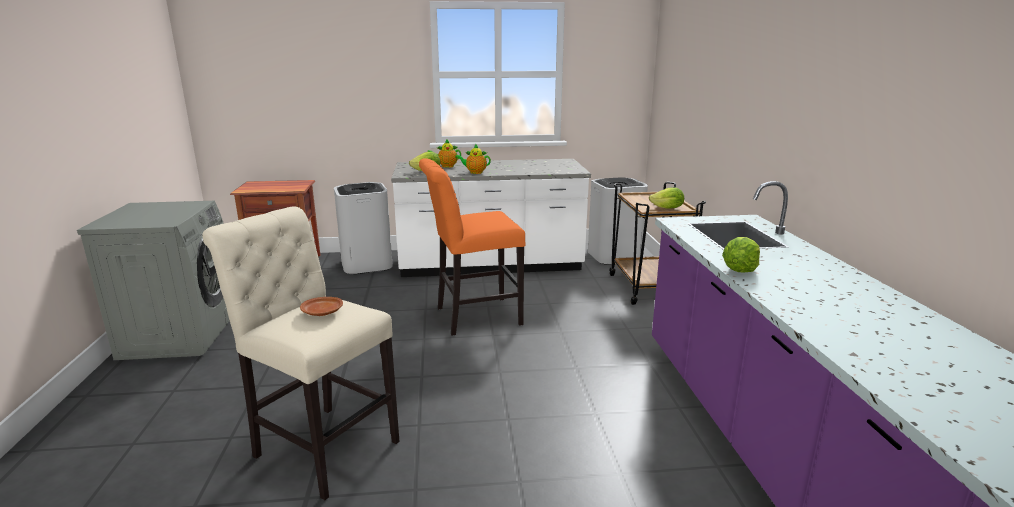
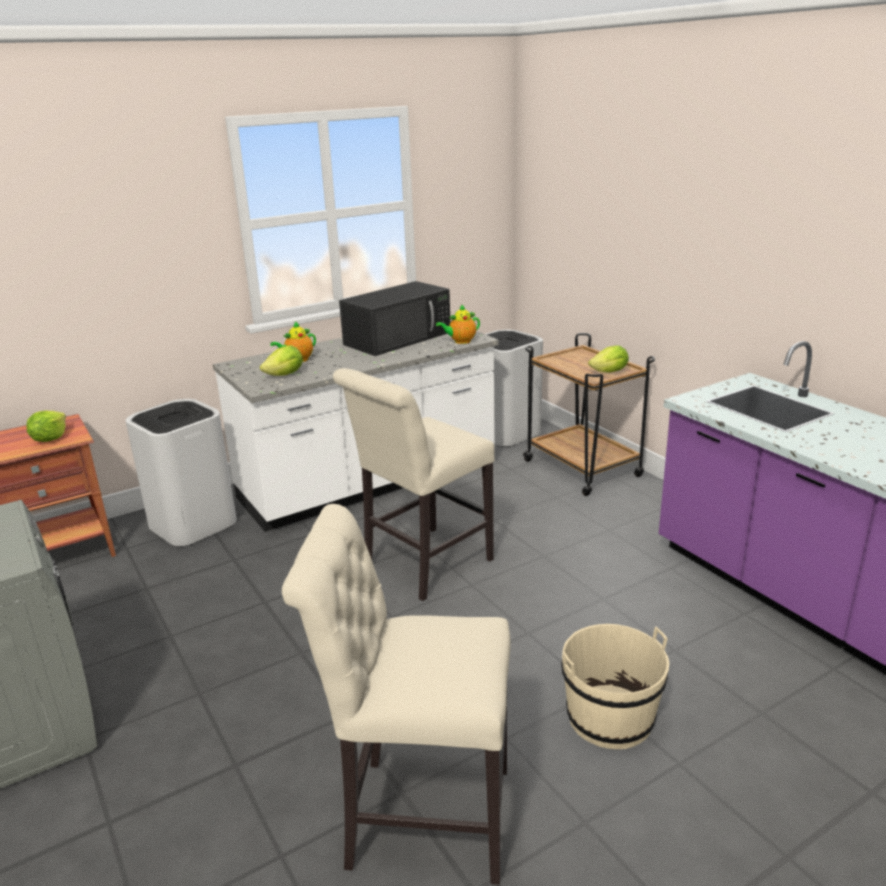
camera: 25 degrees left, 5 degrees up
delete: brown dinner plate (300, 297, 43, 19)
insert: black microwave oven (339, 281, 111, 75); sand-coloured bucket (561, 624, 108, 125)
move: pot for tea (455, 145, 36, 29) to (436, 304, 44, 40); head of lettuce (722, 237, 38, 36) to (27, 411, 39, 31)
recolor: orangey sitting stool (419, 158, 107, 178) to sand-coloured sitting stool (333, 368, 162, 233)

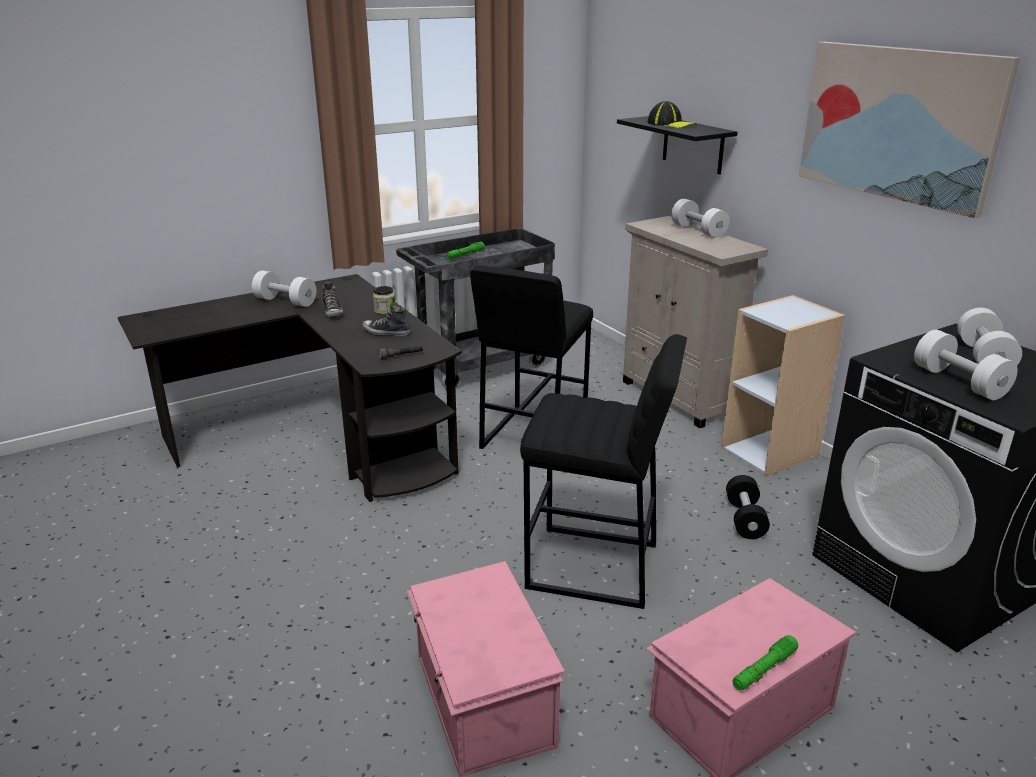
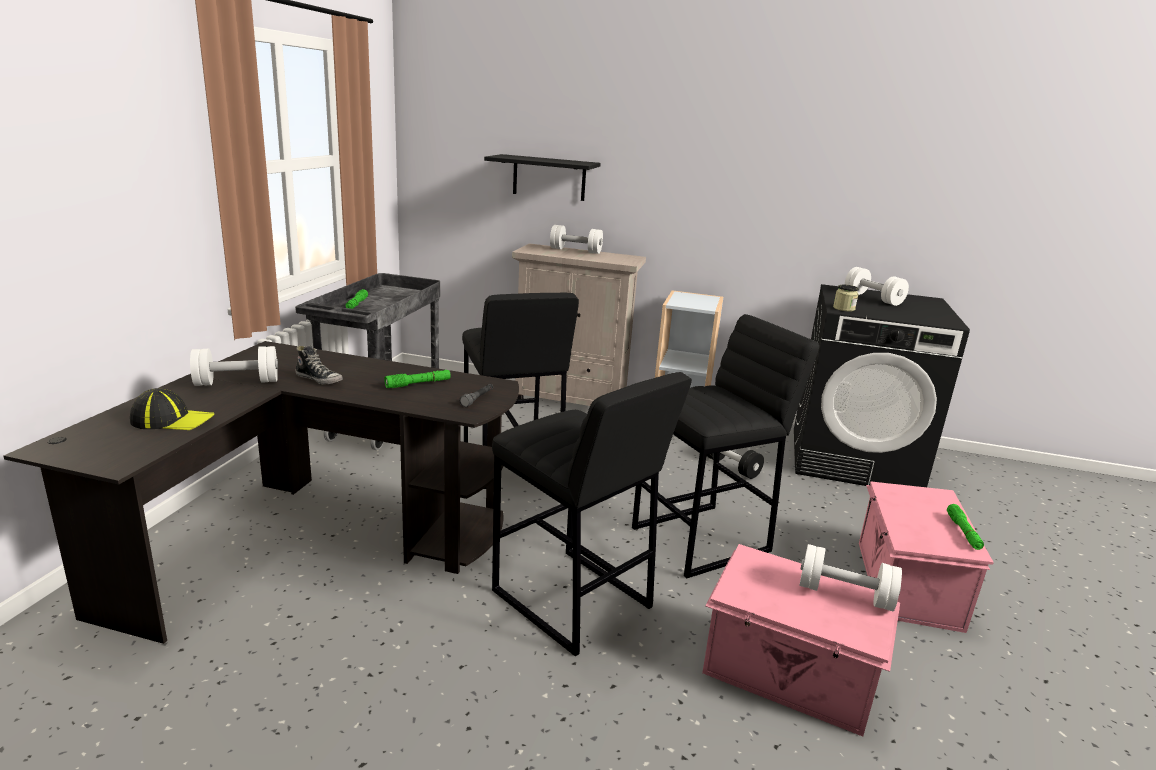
camera: 45 degrees left, 5 degrees down
delete: wall art (799, 42, 221, 176)
insert: black sitting stool (492, 372, 200, 284)
move: storage jar (373, 286, 22, 29) to (833, 285, 26, 26); cap (648, 101, 49, 27) to (130, 388, 85, 42); whitish free weight (914, 330, 104, 70) to (799, 544, 103, 67)
replace: shoe (362, 304, 48, 32) to green-coloured flashlight (384, 370, 67, 18)

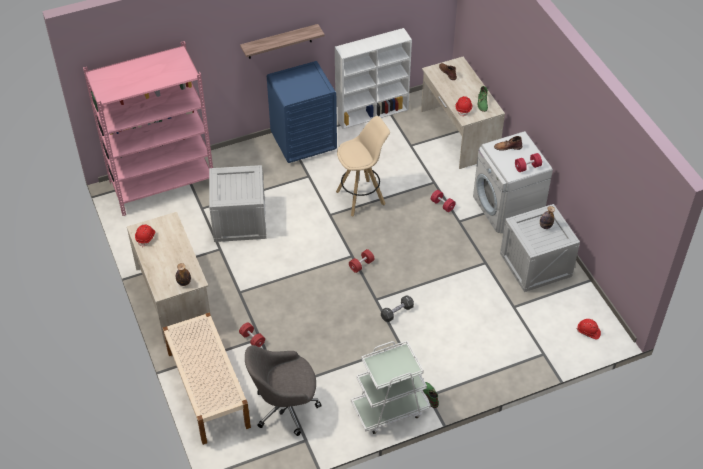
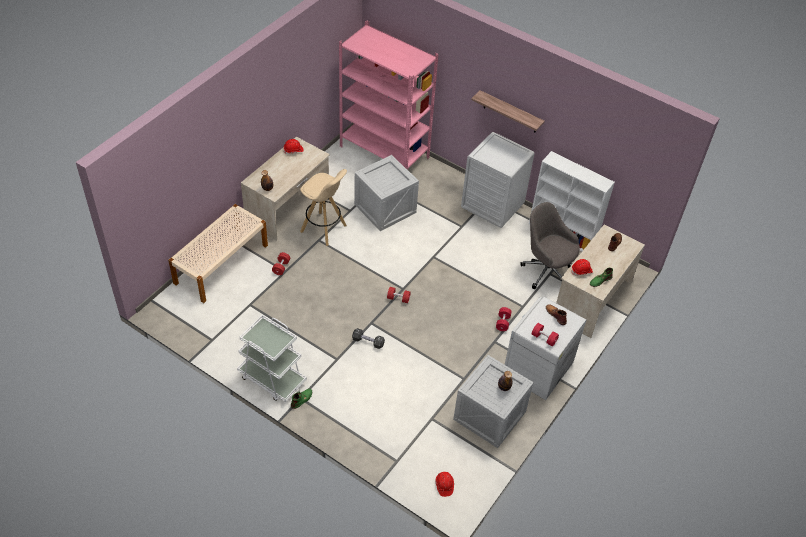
camera: 55 degrees right, 0 degrees up
move: gray office chair (245, 345, 77, 91) to (520, 202, 60, 87); sand-coloured sitting stool (336, 116, 54, 101) to (300, 169, 47, 77)
recolor: bluish chest of drawers (267, 61, 70, 102) to gray chest of drawers (461, 132, 73, 96)

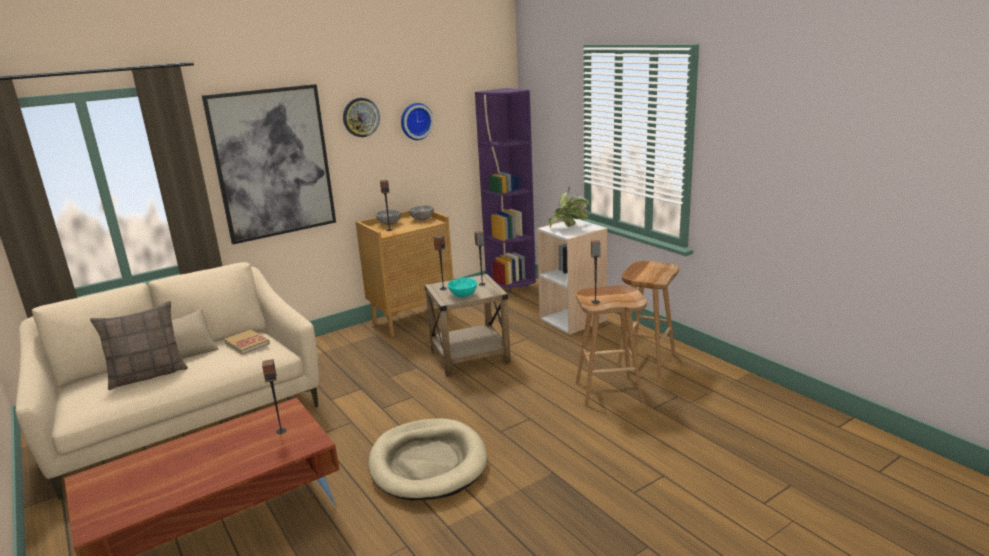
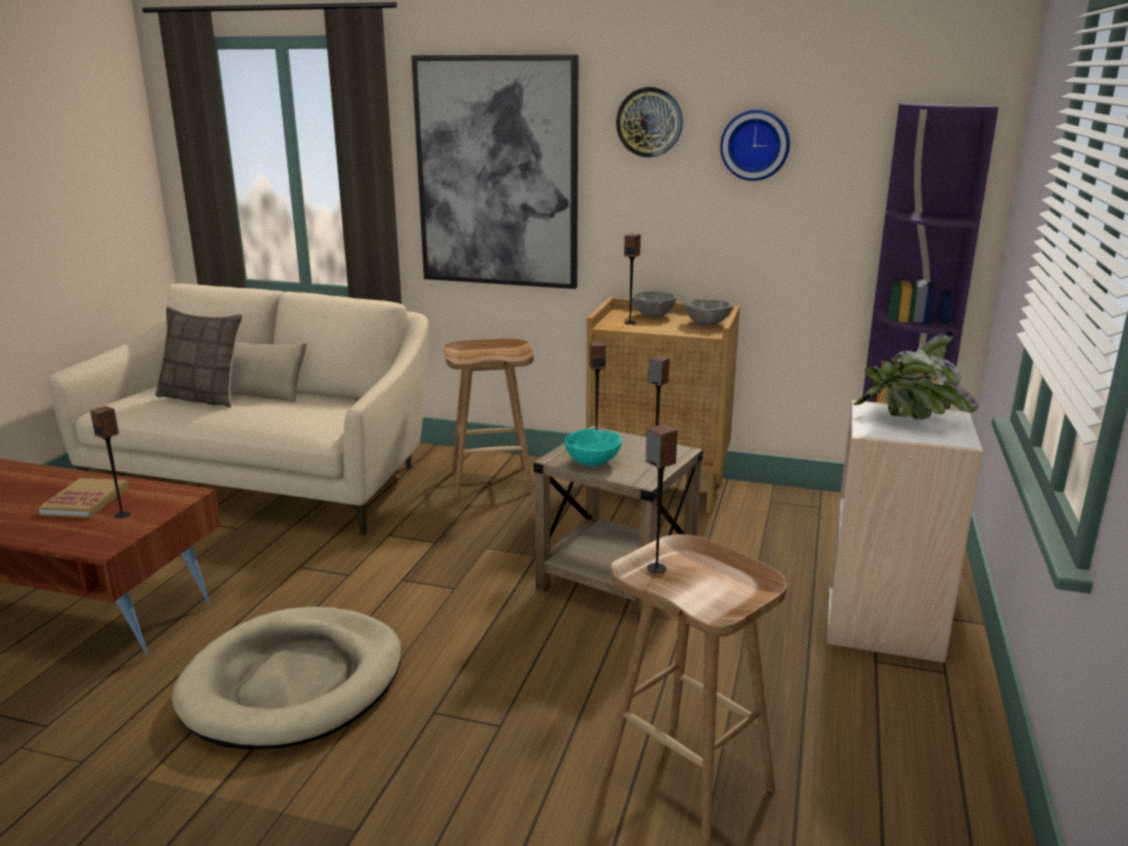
camera: 50 degrees right, 0 degrees up
move: book (224, 329, 46, 26) to (38, 478, 91, 40); brown sitting stool (617, 261, 62, 117) to (444, 339, 90, 160)

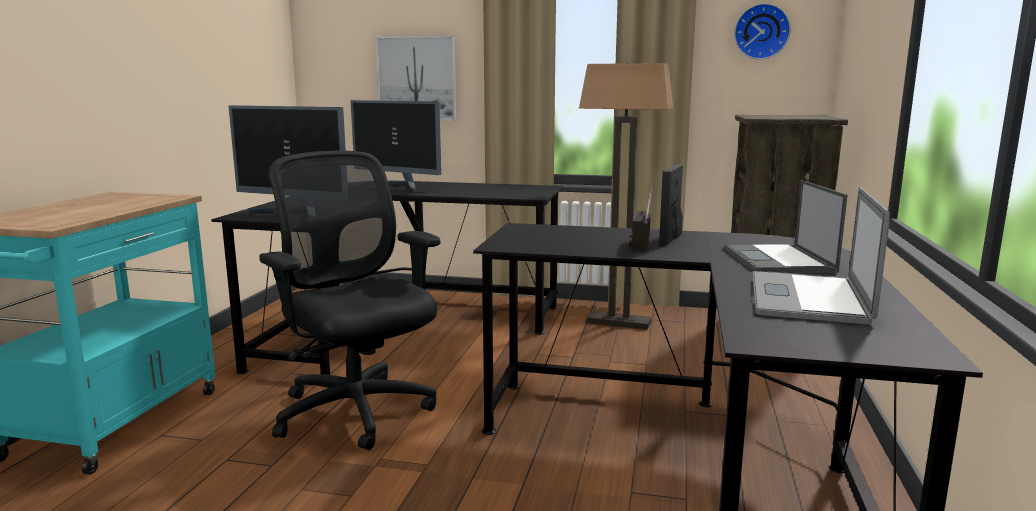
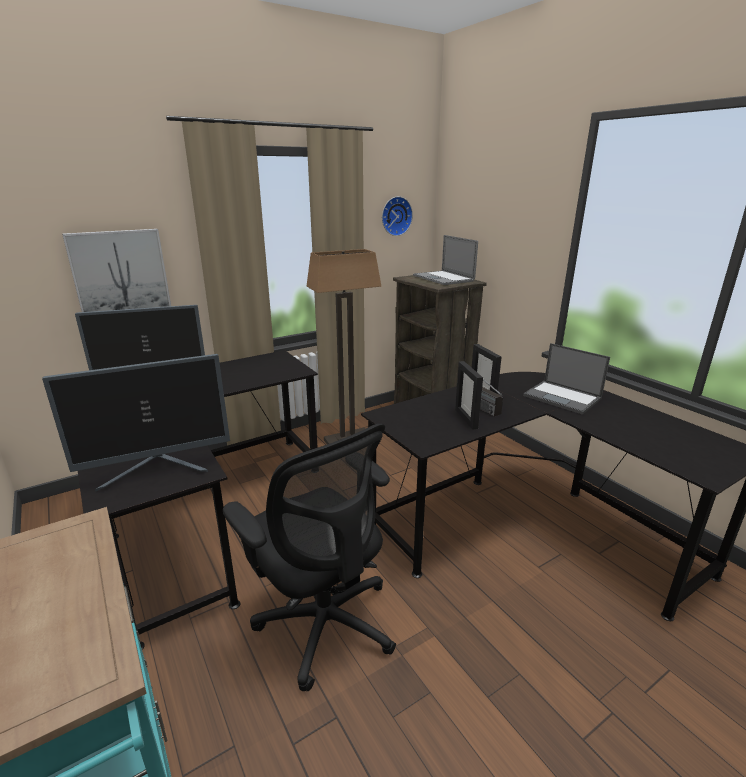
camera: 45 degrees left, 10 degrees up
insert: photo frame (455, 361, 28, 68)
move: notebook computer (752, 187, 138, 138) to (413, 235, 65, 50)
rotate: black office chair (259, 151, 182, 299) = (223, 424, 173, 268) 135 degrees counterclockwise

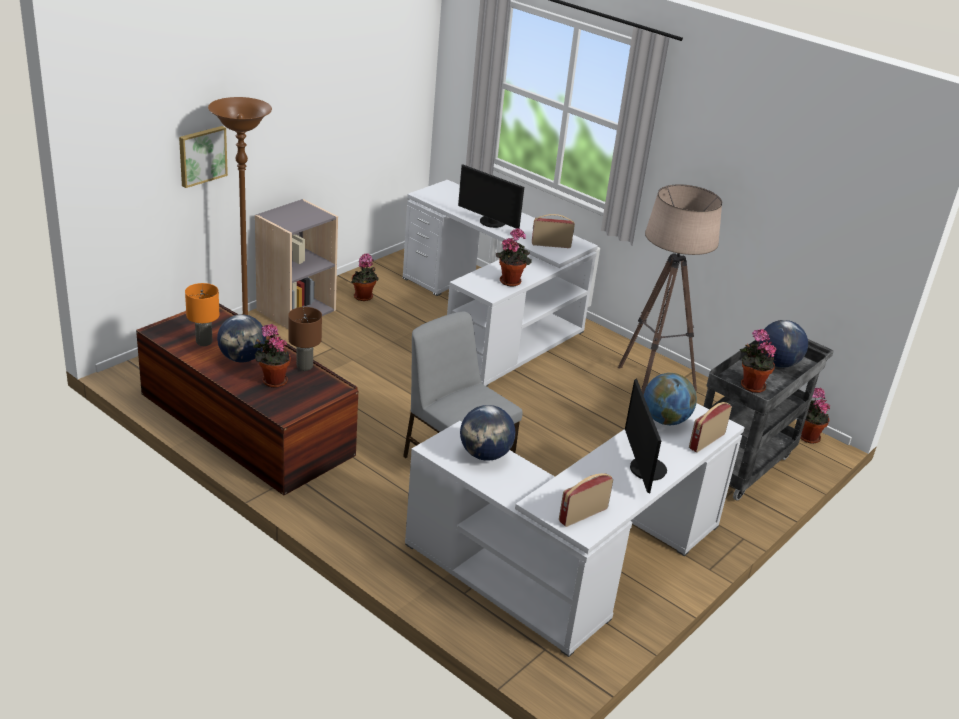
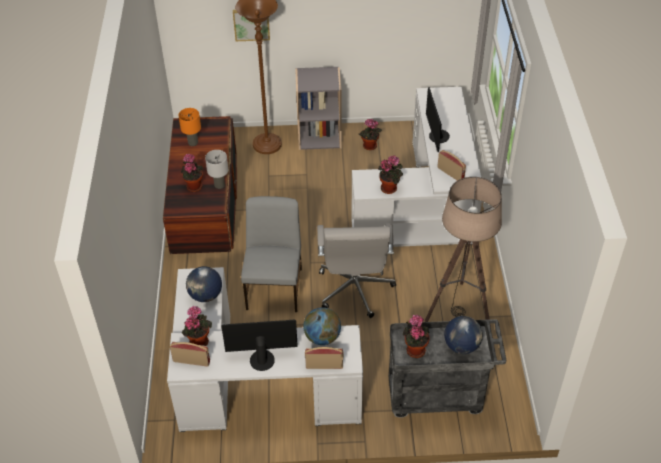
camera: 50 degrees right, 15 degrees up
delete: globe (217, 314, 49, 48)
insert: gray office chair (317, 223, 79, 95)
move: potted plant (800, 387, 30, 57) to (182, 306, 30, 40)
recolor: brown tabletop lamp (288, 307, 34, 64) to whitish tabletop lamp (205, 150, 23, 39)
rotate: monitor (625, 378, 42, 116) = (221, 320, 77, 51) 45 degrees clockwise

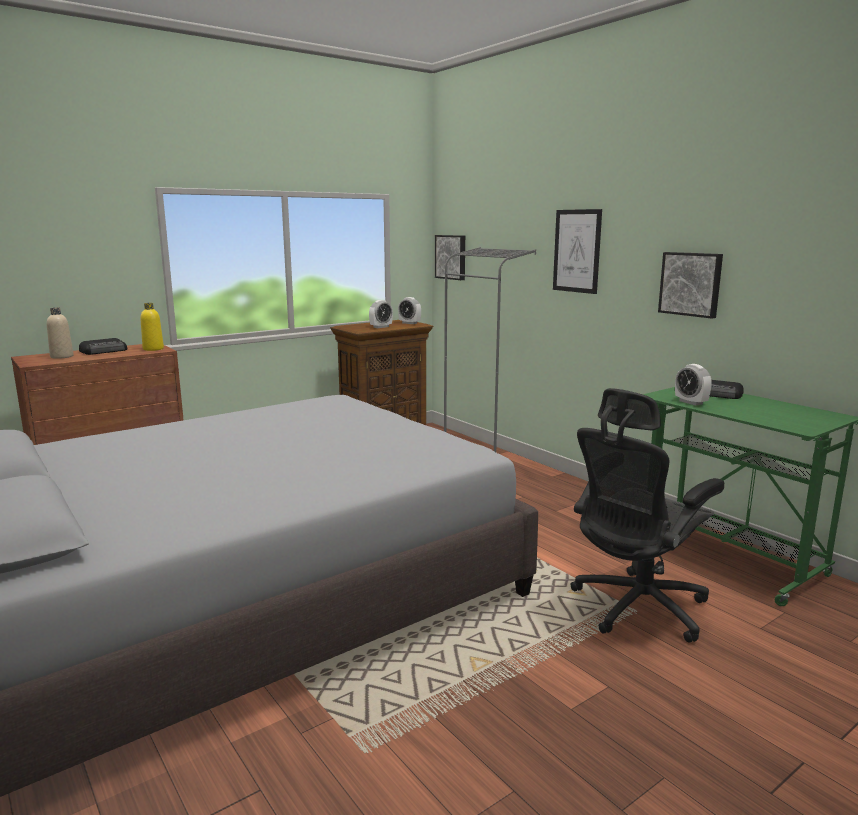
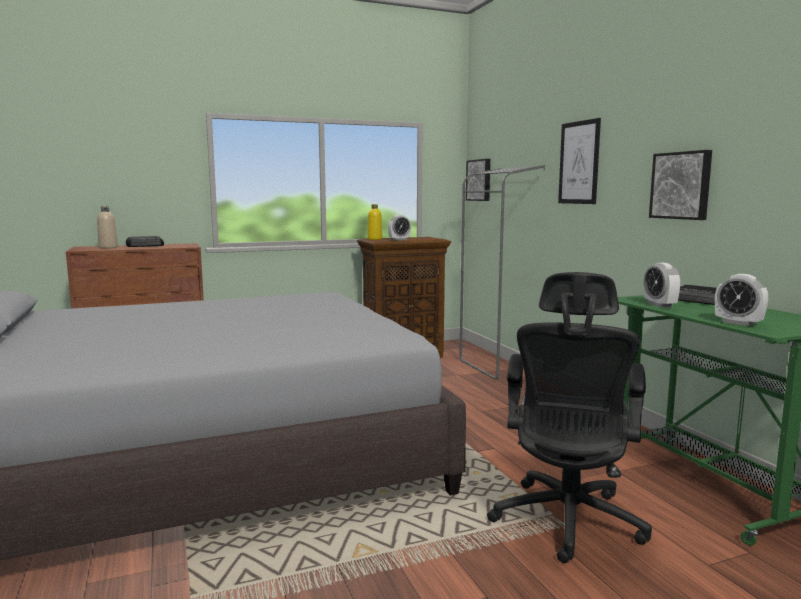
camera: 15 degrees right, 5 degrees down
move: yellow-coloured bottle (140, 303, 24, 48) to (367, 204, 15, 36); bedside clock (398, 297, 23, 27) to (715, 274, 53, 52)
rotate: office chair (571, 388, 153, 255) = (487, 272, 165, 291) 45 degrees counterclockwise

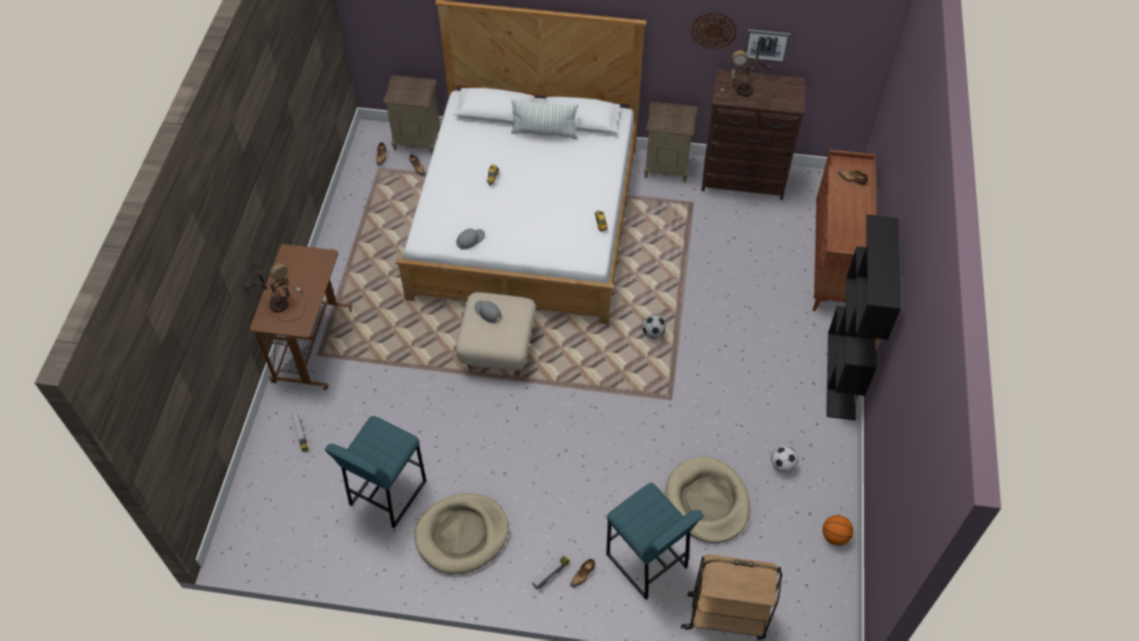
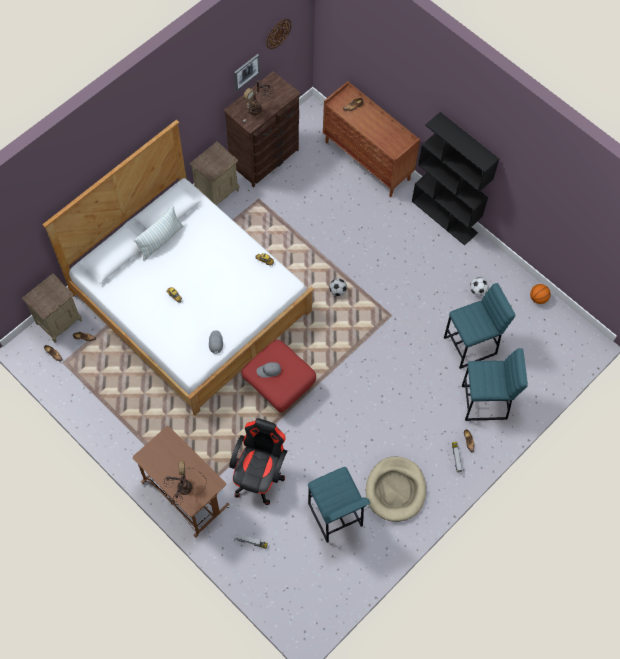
camera: 55 degrees left, 10 degrees up
delete: brown wheeled cart (681, 554, 101, 86)
insert: black office chair (229, 418, 58, 87)
move: wall clock (691, 13, 46, 36) to (266, 19, 25, 30)
replace: sand-coloured pet bed (665, 457, 85, 86) to blue-green sitting stool (444, 283, 71, 86)
recolor: sand-coloured footrest (455, 292, 81, 86) to red footrest (241, 339, 75, 74)

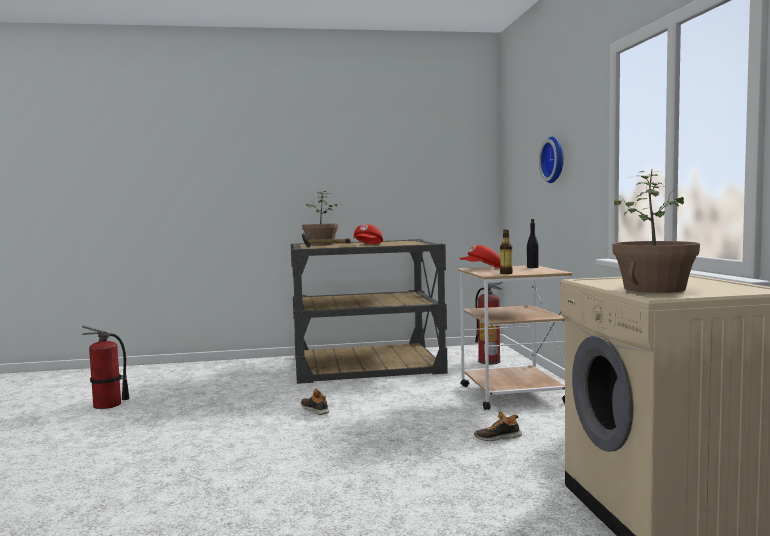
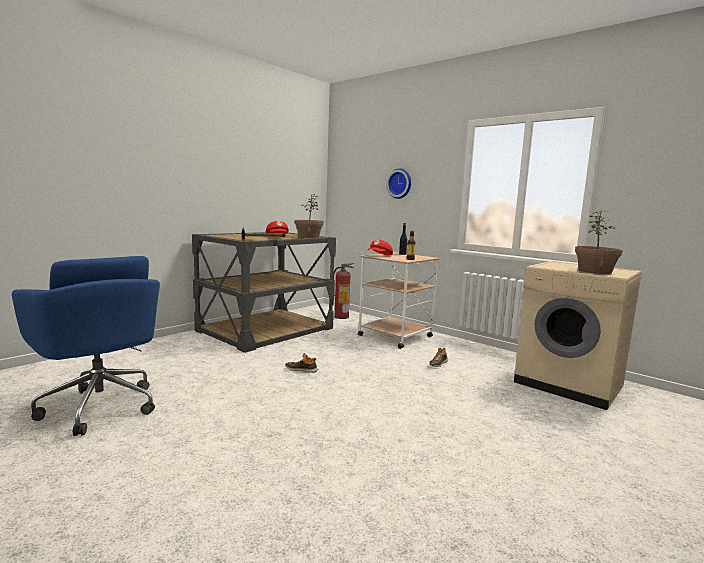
camera: 40 degrees left, 5 degrees up
move: potted plant (302, 191, 36, 55) to (295, 194, 29, 44)
replace: extinguisher (82, 325, 47, 84) to bluish office chair (12, 256, 148, 180)

